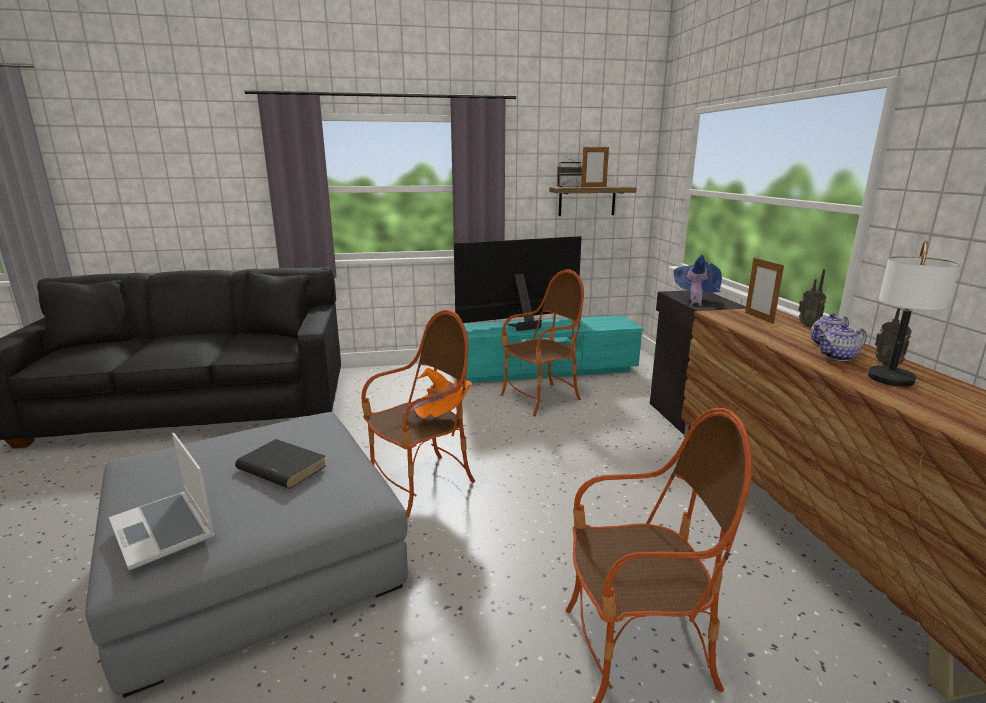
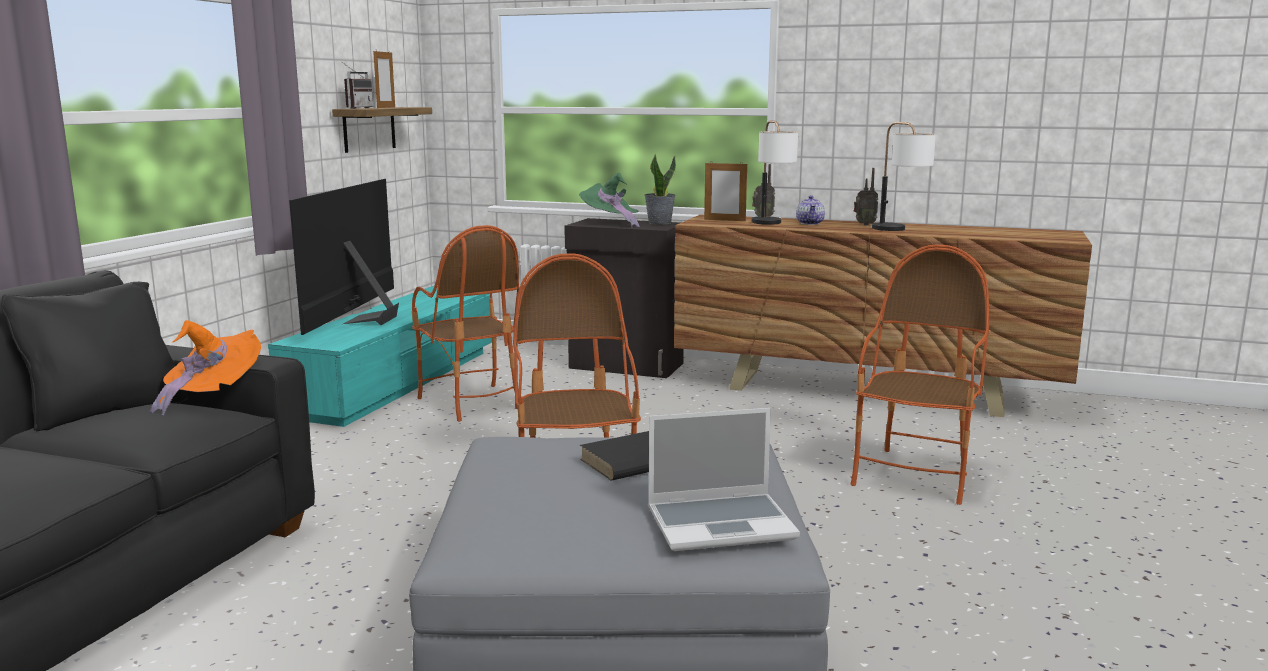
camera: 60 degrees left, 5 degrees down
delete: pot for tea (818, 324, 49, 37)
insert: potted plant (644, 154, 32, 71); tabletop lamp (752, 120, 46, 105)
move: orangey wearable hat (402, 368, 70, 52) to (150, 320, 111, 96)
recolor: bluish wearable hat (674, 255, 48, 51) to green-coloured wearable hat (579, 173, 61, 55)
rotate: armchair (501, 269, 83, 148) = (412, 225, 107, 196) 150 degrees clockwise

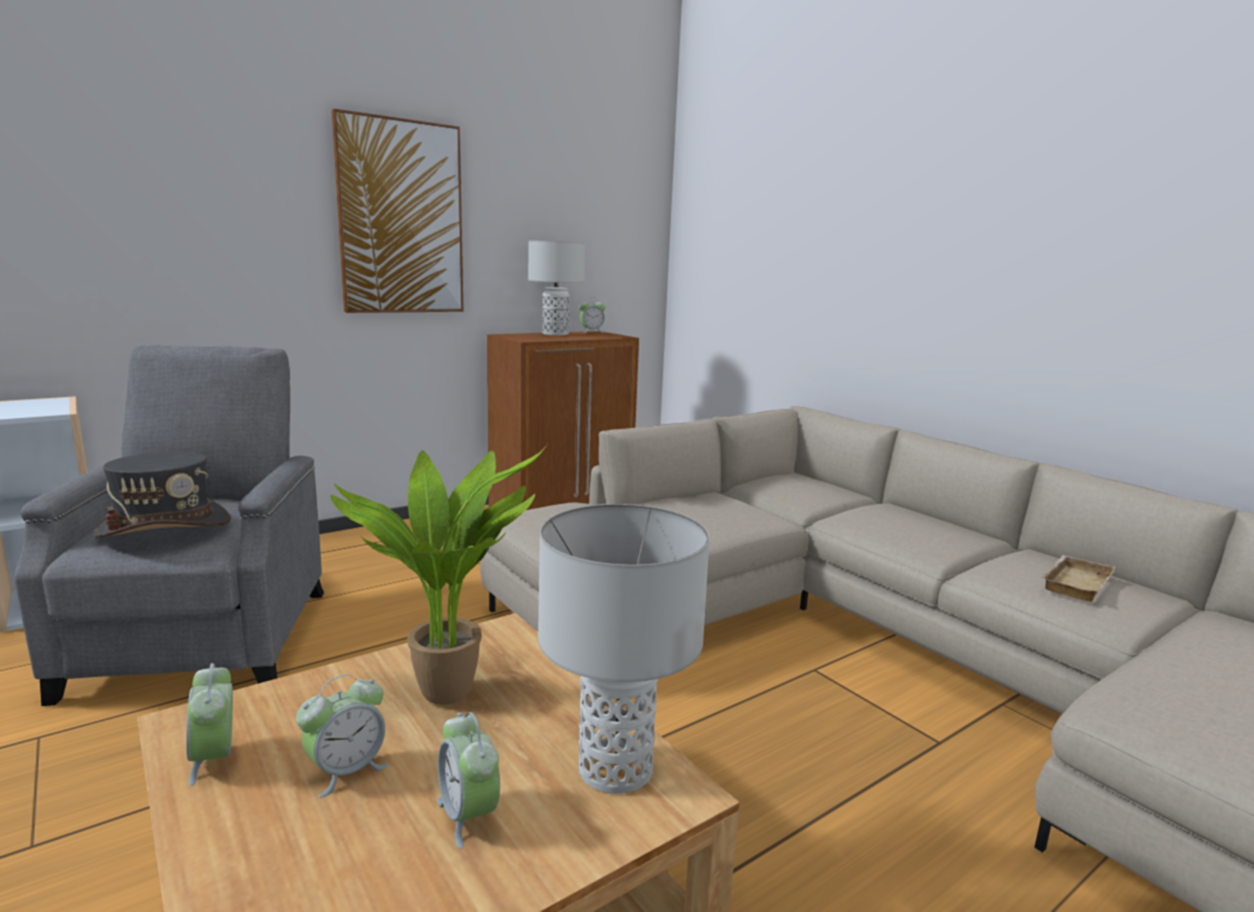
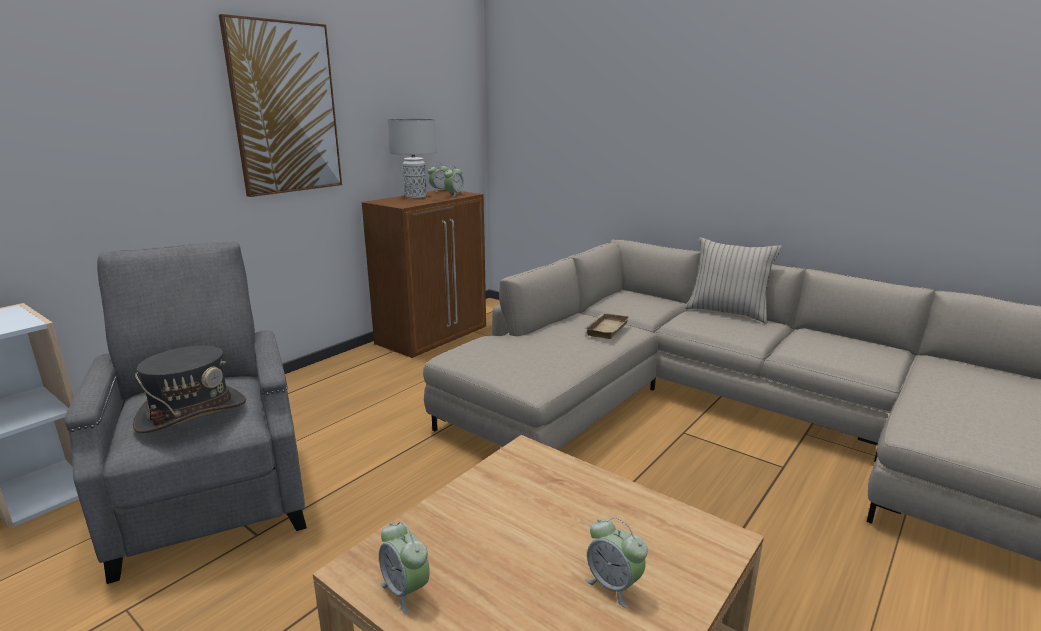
camera: 15 degrees left, 5 degrees up
delete: potted plant (330, 445, 217, 260); whitish tabletop lamp (538, 504, 171, 290)
insert: sand-coloured throw pillow (685, 237, 97, 87)
move: bedside clock (296, 674, 93, 124) to (444, 165, 20, 32); sand-coloured carrying tray (1041, 555, 75, 47) to (584, 313, 45, 26)

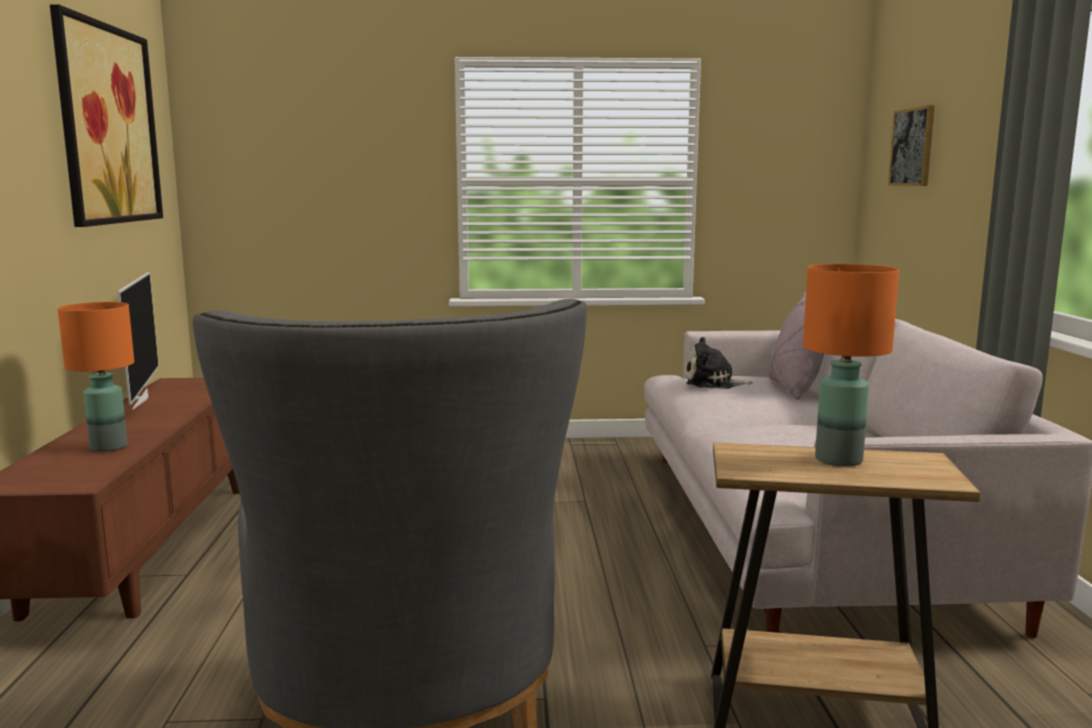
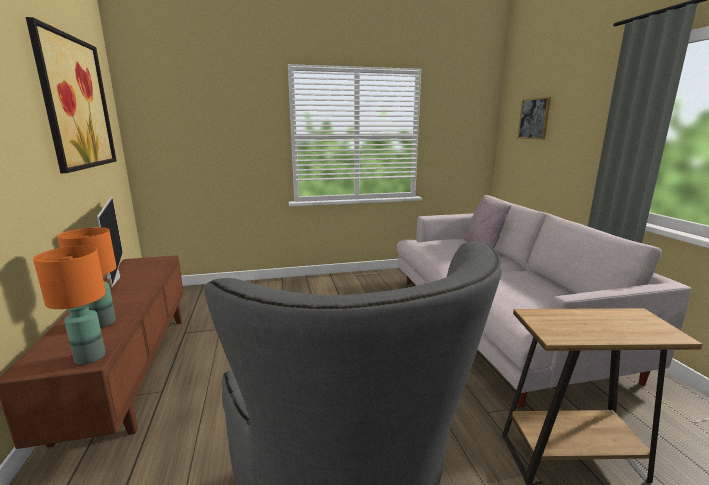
camera: 10 degrees left, 5 degrees up
delete: cuddly toy (686, 337, 67, 52)
move: orangey tabletop lamp (803, 264, 96, 202) to (33, 246, 73, 119)

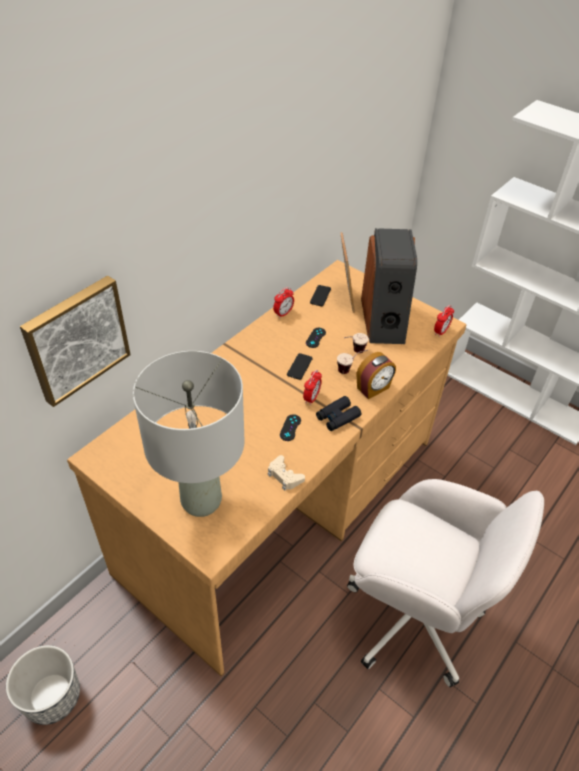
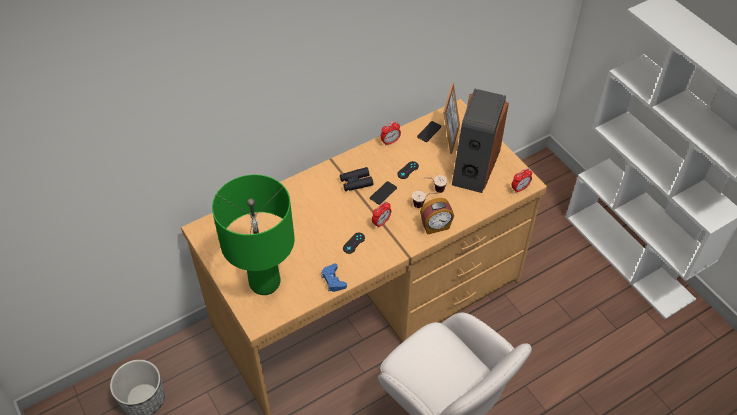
camera: 20 degrees right, 5 degrees up
delete: wall art (20, 276, 111, 131)
move: black pair of binoculars (316, 396, 45, 35) to (340, 167, 33, 24)
recolor: gray tabletop lamp (133, 351, 112, 166) to green-coloured tabletop lamp (212, 175, 83, 120); sand-coloured gamepad (268, 455, 37, 36) to bluish gamepad (321, 263, 26, 29)

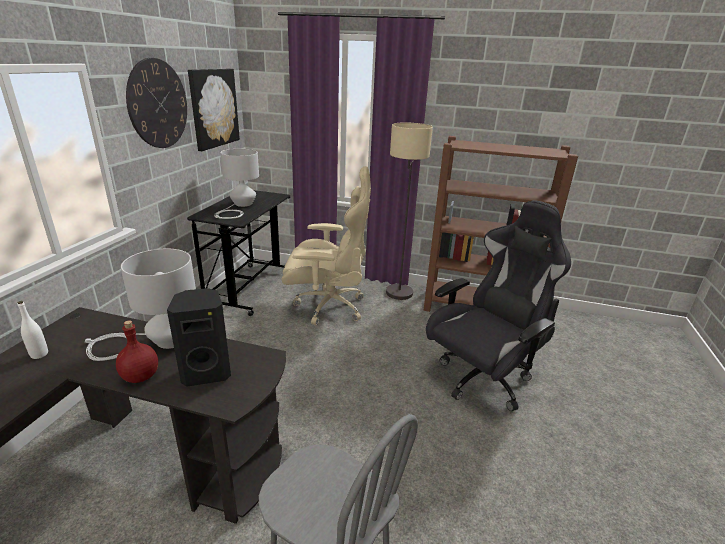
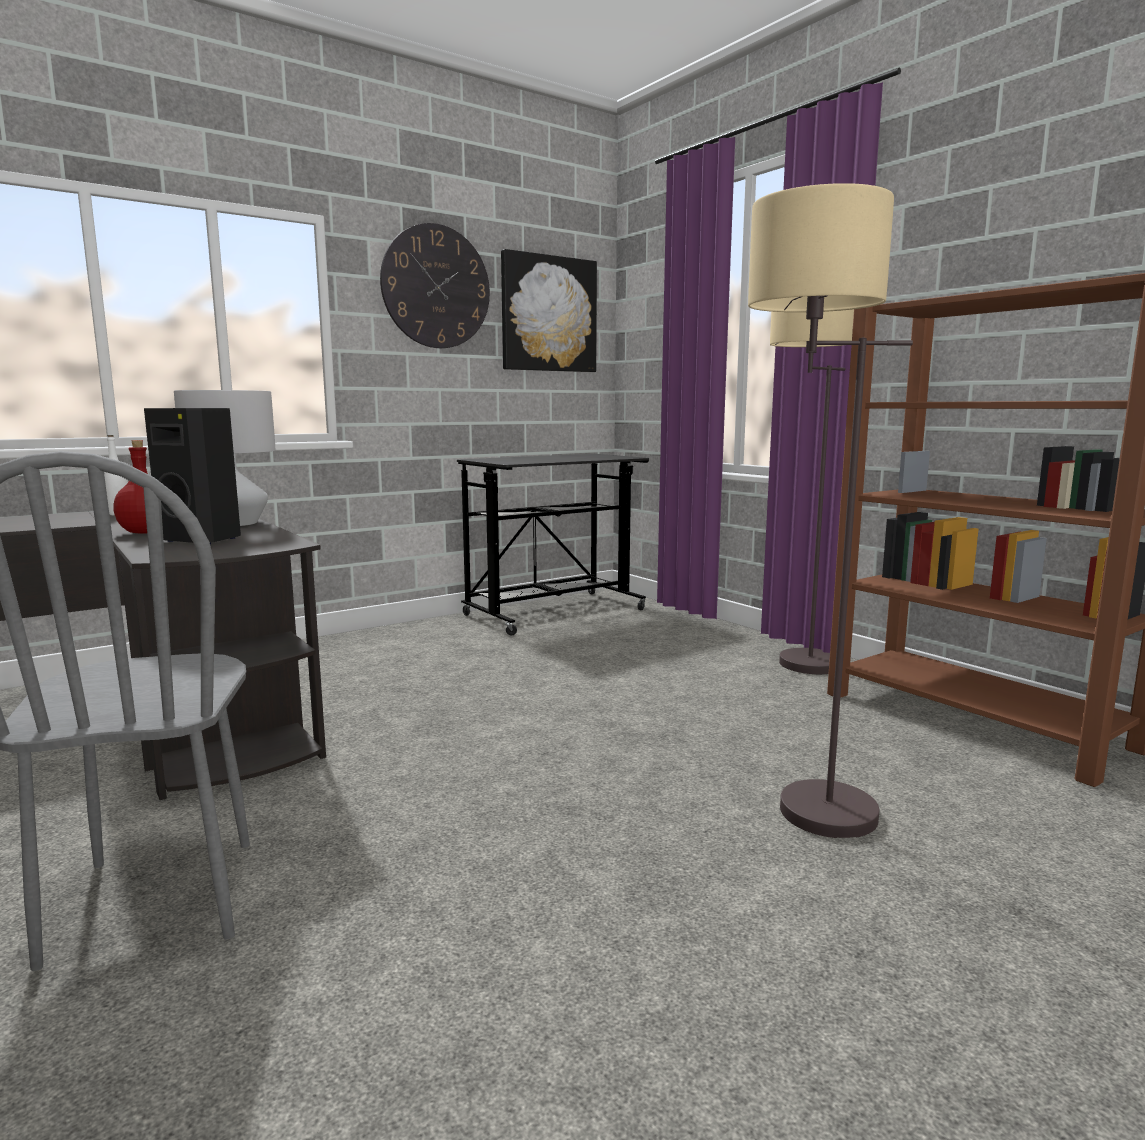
camera: 40 degrees right, 15 degrees down
delete: whitish tabletop lamp (214, 149, 45, 70); sand-coloured office chair (282, 166, 89, 159)
replace: black office chair (426, 200, 145, 211) to sand-coloured floor lamp (748, 183, 165, 655)

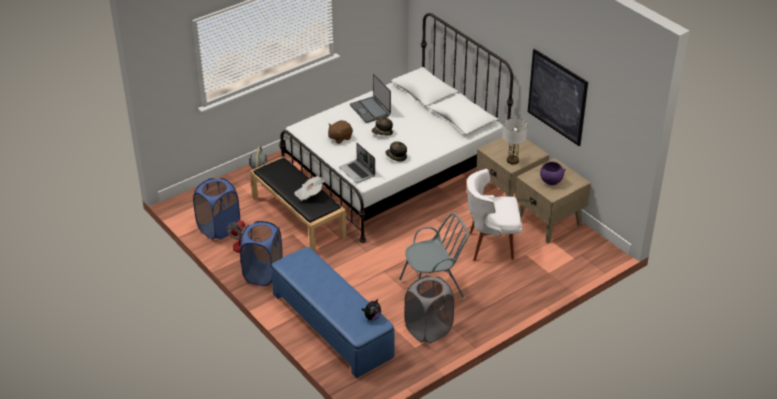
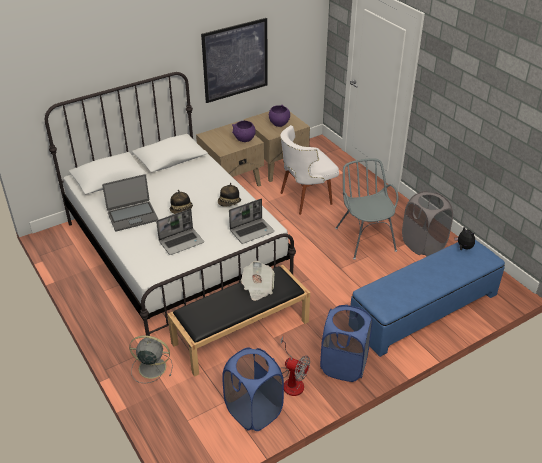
camera: 85 degrees left, 0 degrees up
replace: brown cuddly toy (328, 120, 25, 24) to notebook computer (156, 209, 48, 46); tabletop lamp (503, 118, 25, 46) to purplish bowl (232, 121, 24, 21)
rotate: whitish upright chair (467, 169, 55, 92) = (280, 125, 59, 90) 60 degrees clockwise

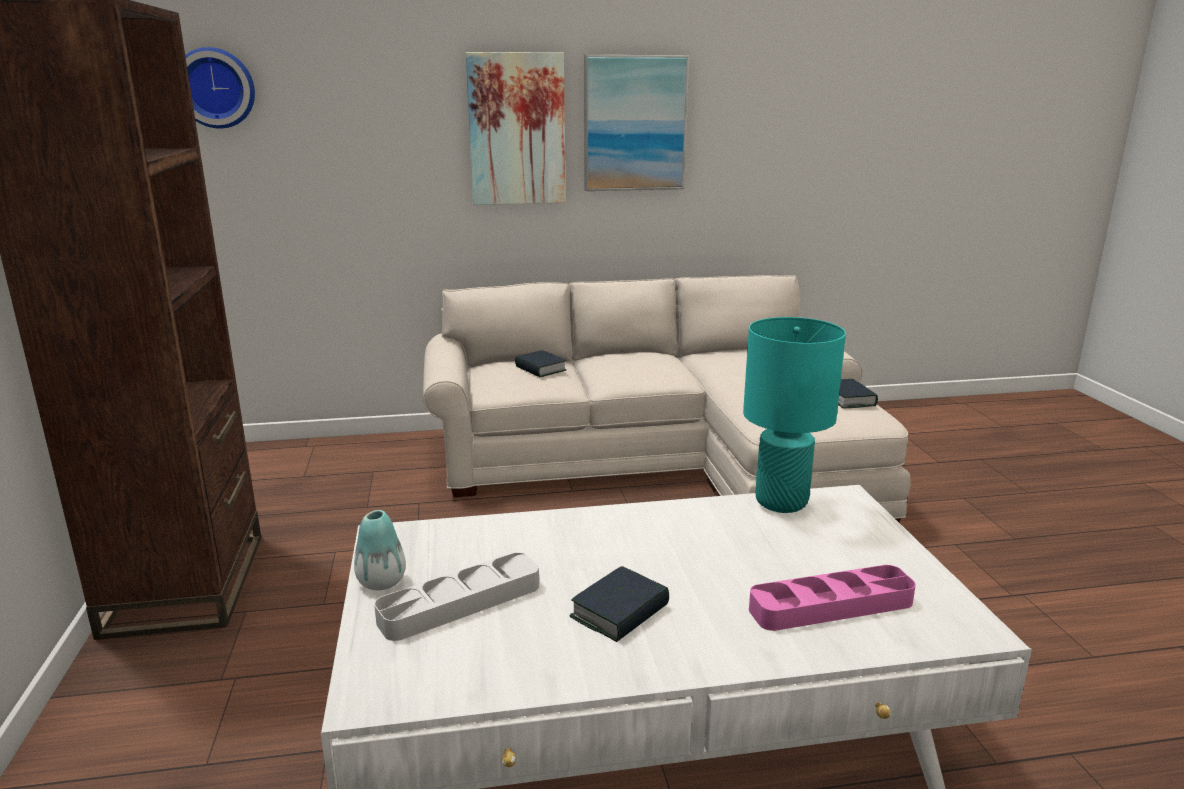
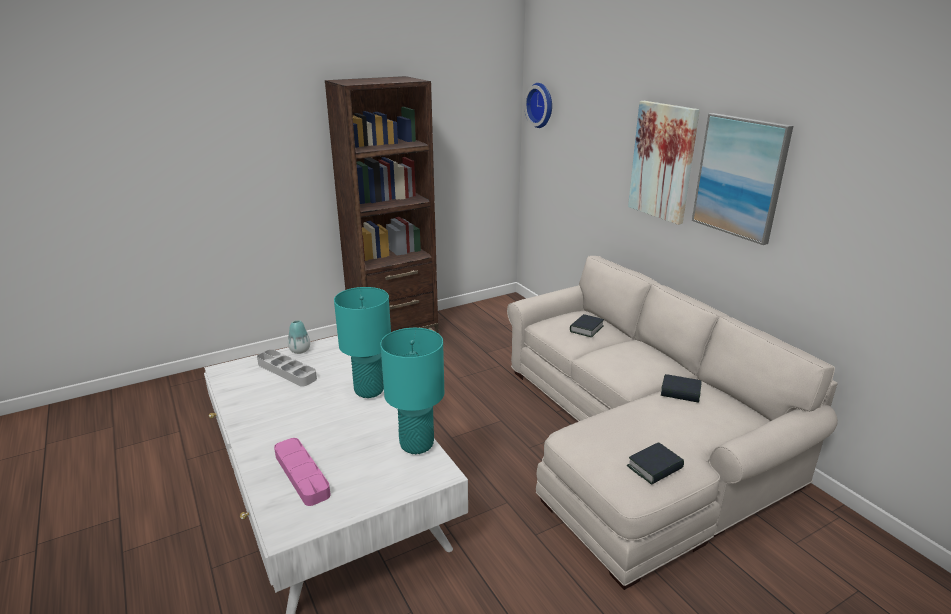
camera: 70 degrees right, 5 degrees up
insert: blue-green tabletop lamp (334, 287, 57, 111)
move: book (570, 566, 99, 76) to (661, 374, 41, 29)

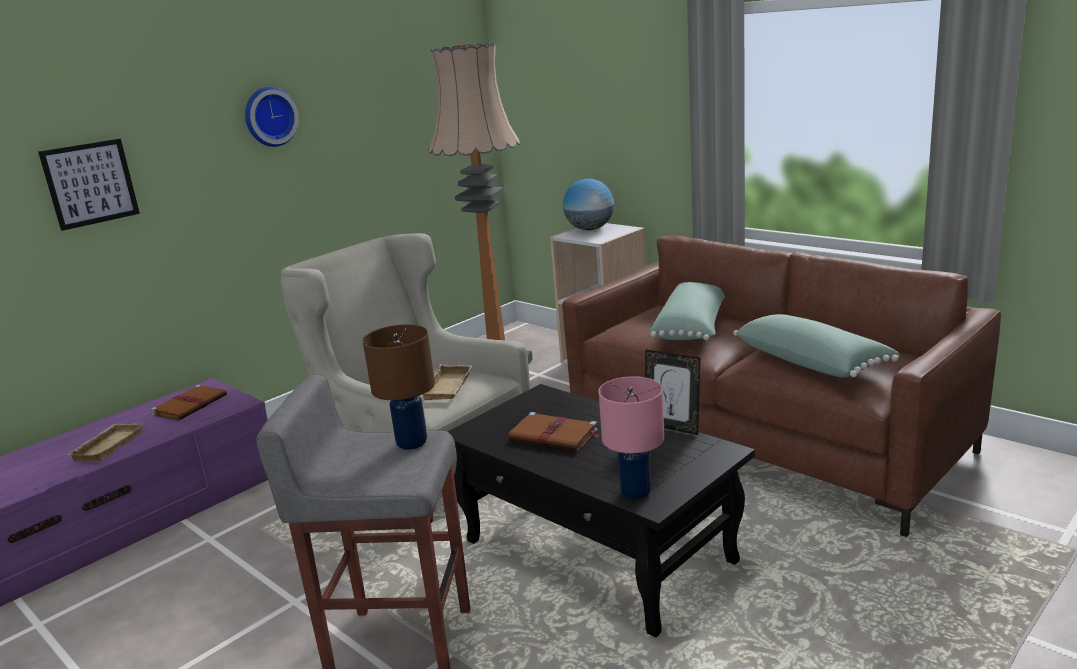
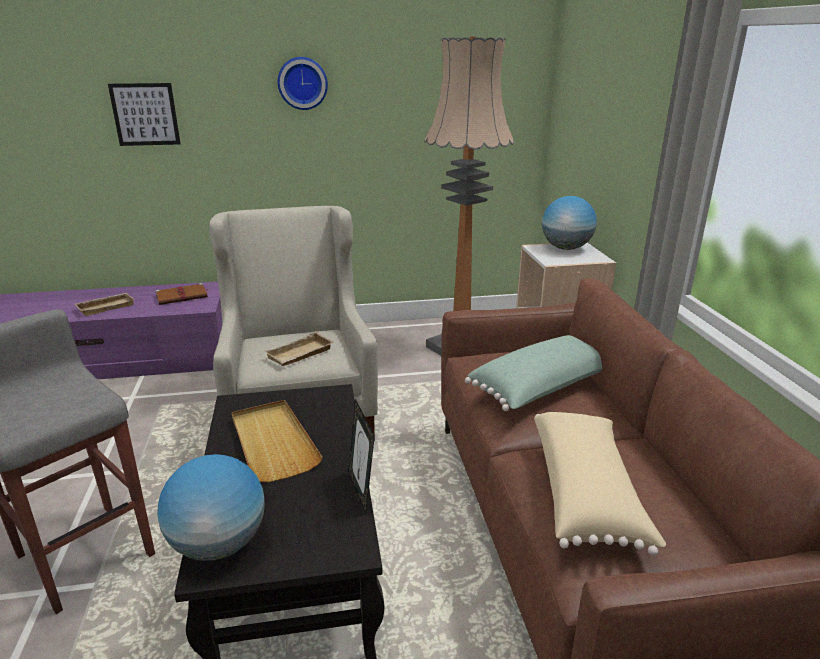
camera: 35 degrees right, 5 degrees up
delete: brown tabletop lamp (363, 324, 72, 126)
replace: brown book (508, 412, 92, 39) to sand-coloured carrying tray (232, 400, 91, 82); pink tabletop lamp (599, 376, 65, 123) to globe (157, 454, 108, 107)
recolor: green-coloured throw pillow (733, 314, 165, 64) to sand-coloured throw pillow (534, 412, 132, 144)

